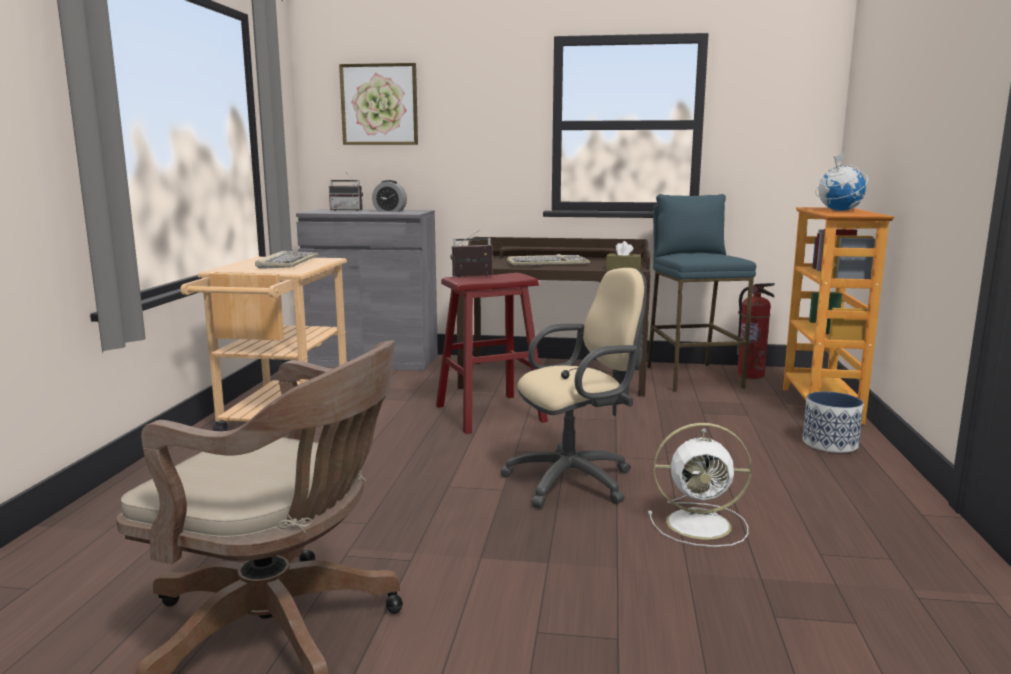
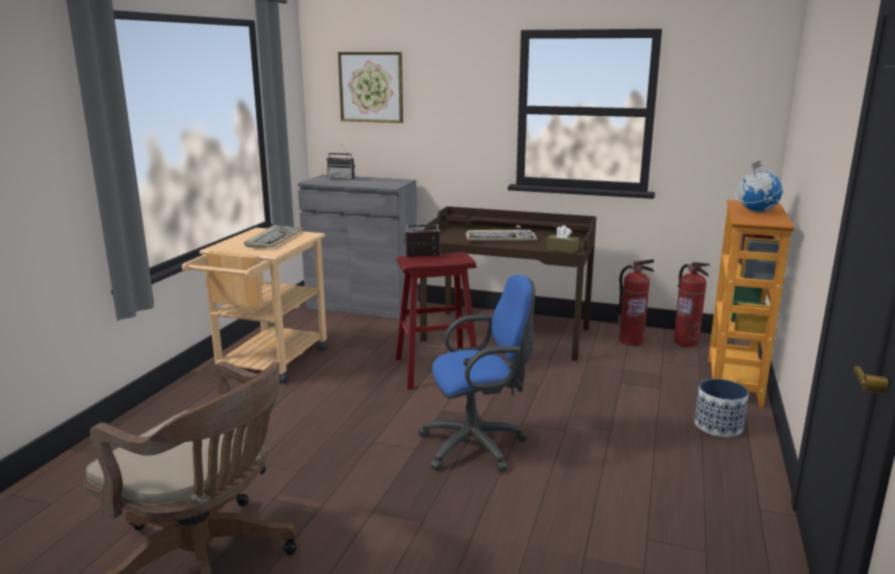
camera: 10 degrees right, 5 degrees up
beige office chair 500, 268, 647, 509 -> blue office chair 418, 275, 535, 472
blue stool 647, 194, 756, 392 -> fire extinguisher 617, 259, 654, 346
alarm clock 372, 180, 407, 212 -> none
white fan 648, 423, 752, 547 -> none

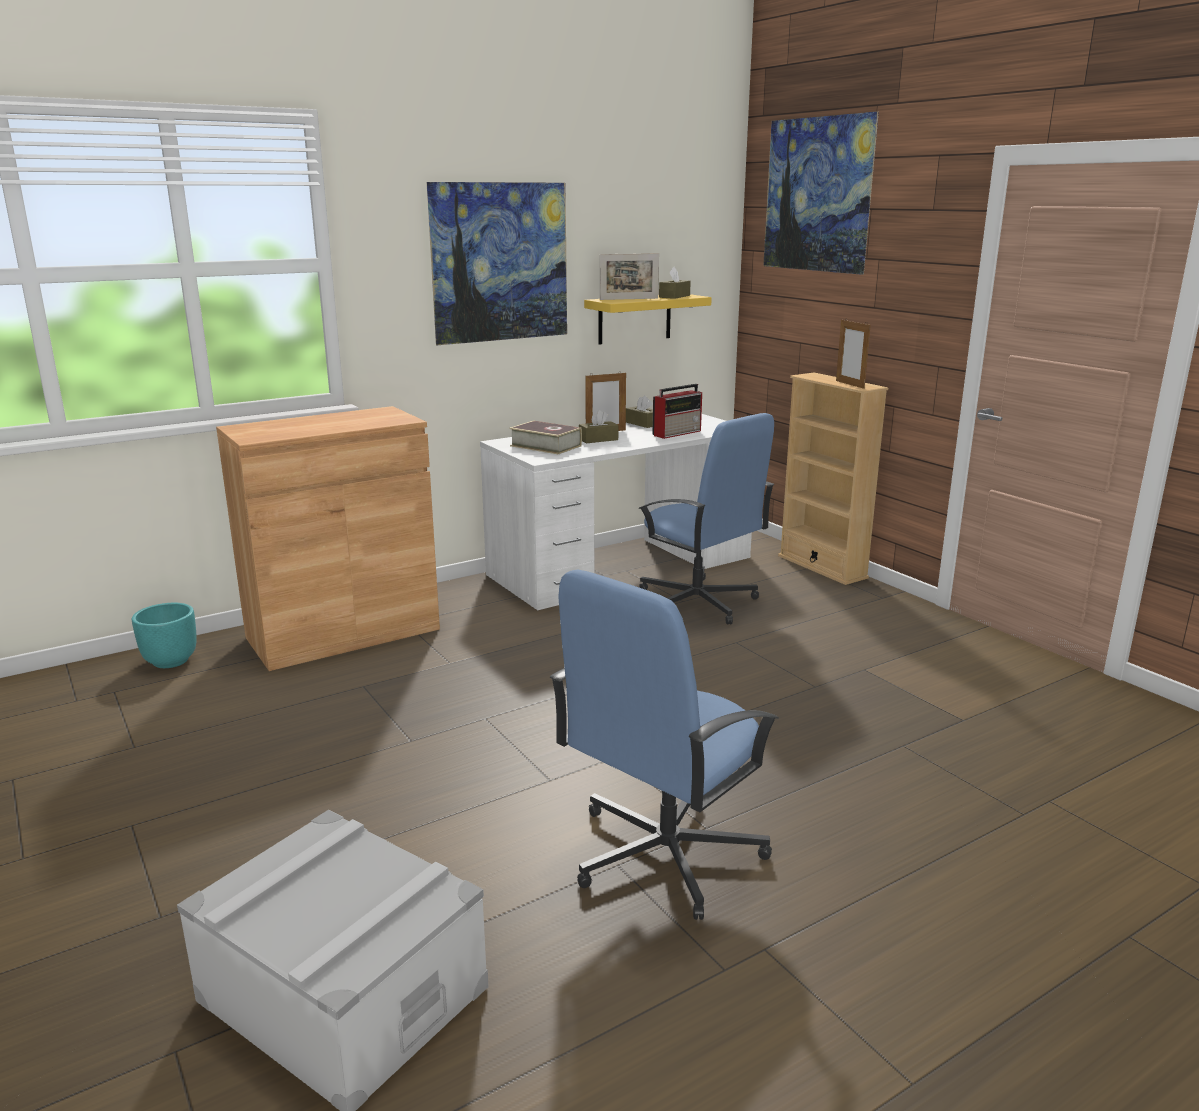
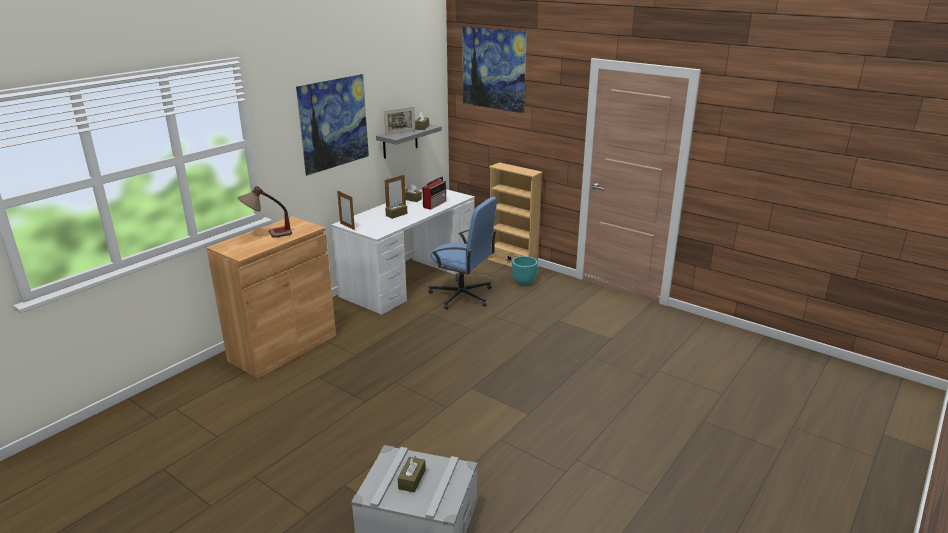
camera: 20 degrees left, 5 degrees up
none -> table lamp 238, 186, 292, 238
picture frame 836, 318, 871, 389 -> picture frame 337, 191, 355, 230, moved
yellow shelf 584, 294, 712, 345 -> grey shelf 376, 124, 442, 159
none -> brown tissue box 398, 456, 426, 492
turquoise planter 132, 603, 197, 668 -> turquoise planter 512, 256, 538, 286, moved
book 509, 420, 582, 455 -> none
blue office chair 550, 569, 779, 920 -> none

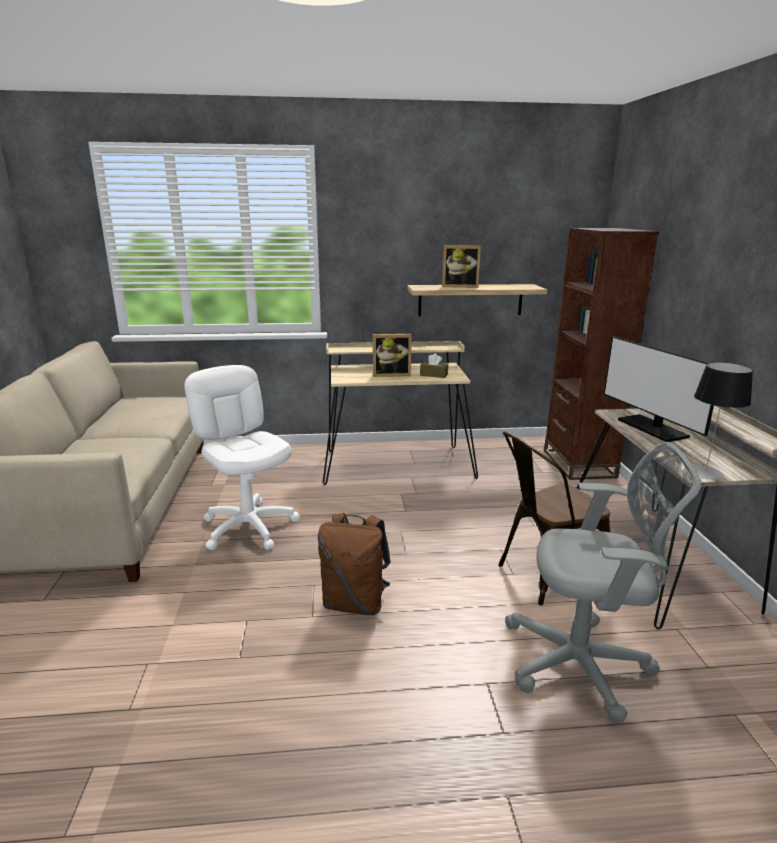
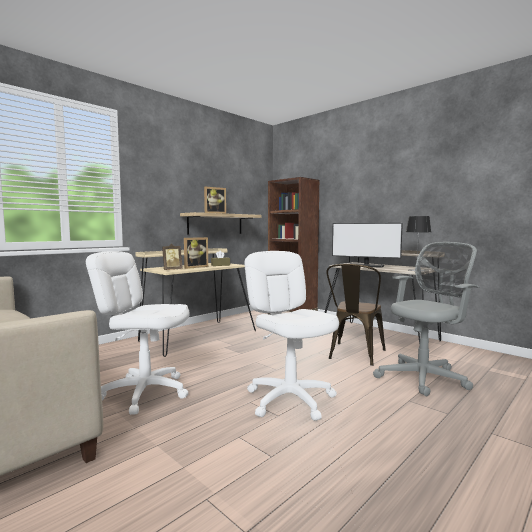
camera: 40 degrees left, 15 degrees down
none -> picture frame 162, 244, 183, 270
brown backpack 318, 513, 391, 615 -> white office chair 244, 251, 339, 421

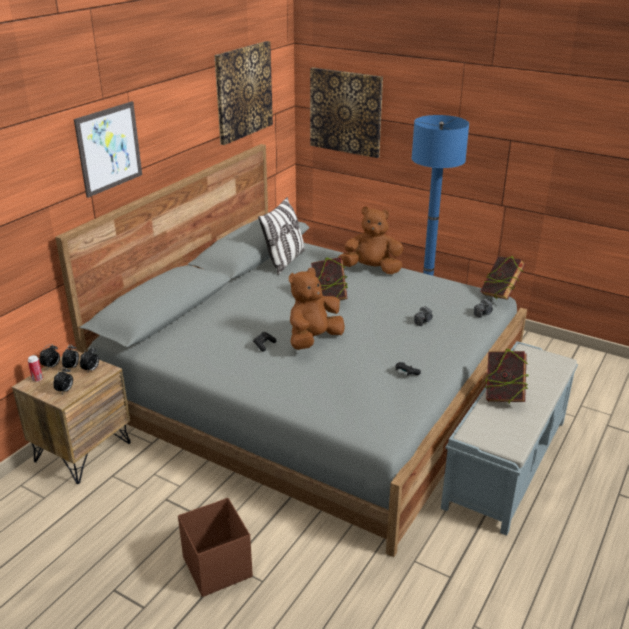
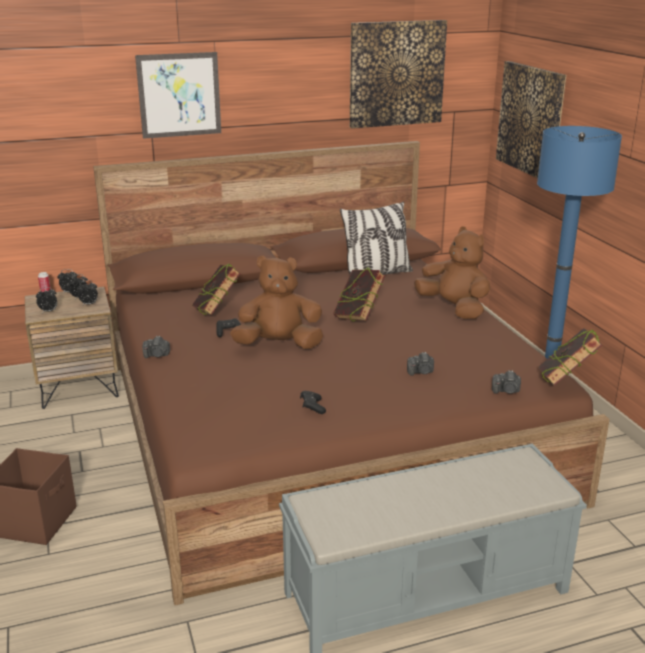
camera: 40 degrees right, 5 degrees down
grey bed 55, 144, 527, 557 -> brown bed 93, 141, 610, 605
none -> photo camera 142, 336, 170, 358
book 485, 348, 529, 403 -> book 192, 263, 240, 315, moved

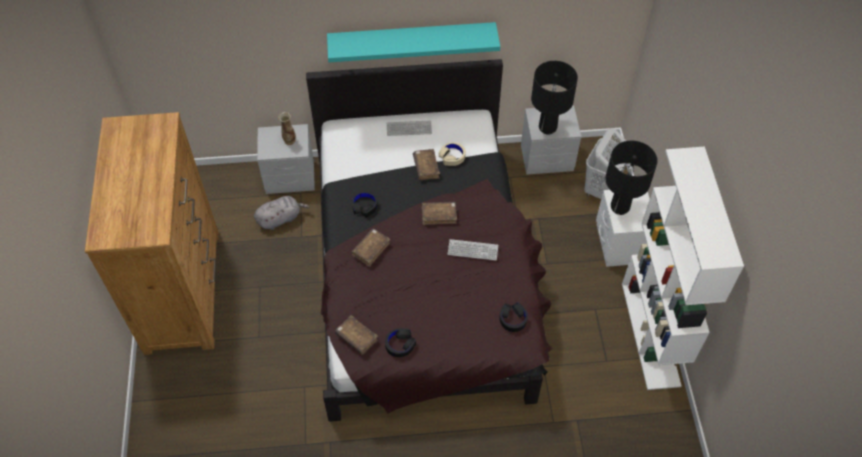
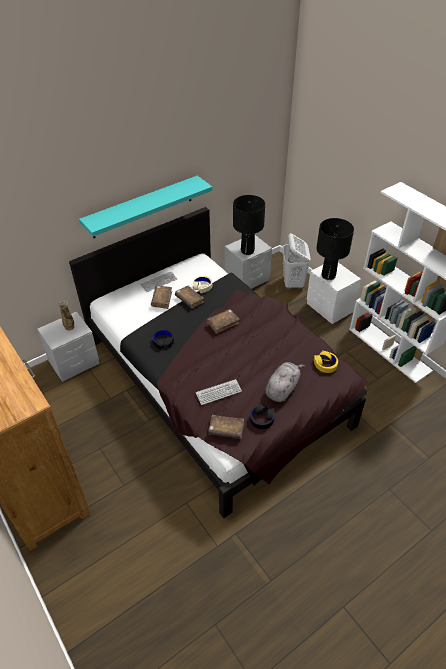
camera: 30 degrees left, 10 degrees down
brown book 351, 229, 390, 267 -> brown book 151, 286, 172, 309, moved
keyboard 448, 239, 498, 260 -> keyboard 196, 379, 242, 405, moved
grey plush toy 254, 196, 310, 230 -> grey plush toy 265, 362, 305, 402, moved
black headphones 499, 302, 528, 332 -> yellow headphones 314, 351, 338, 373

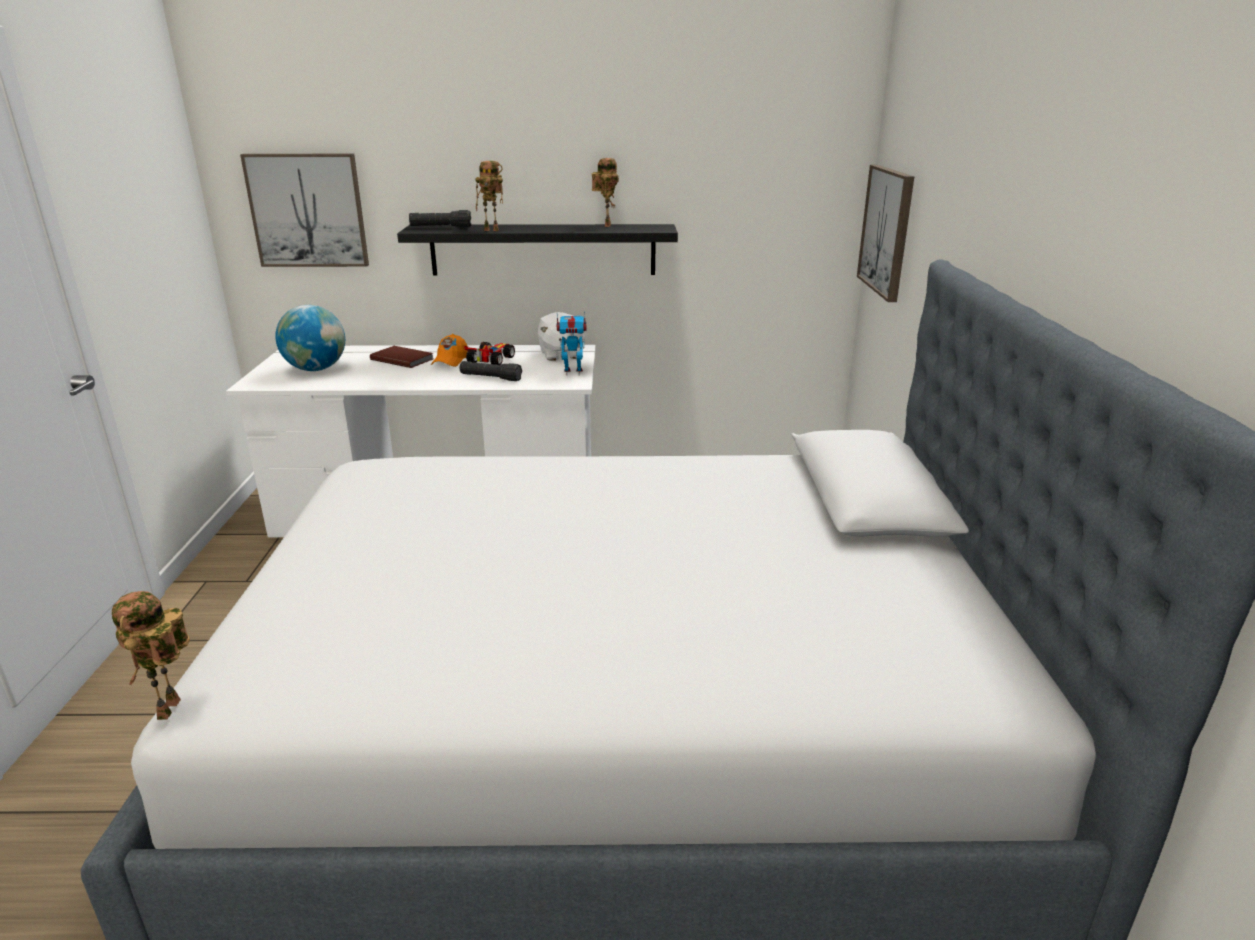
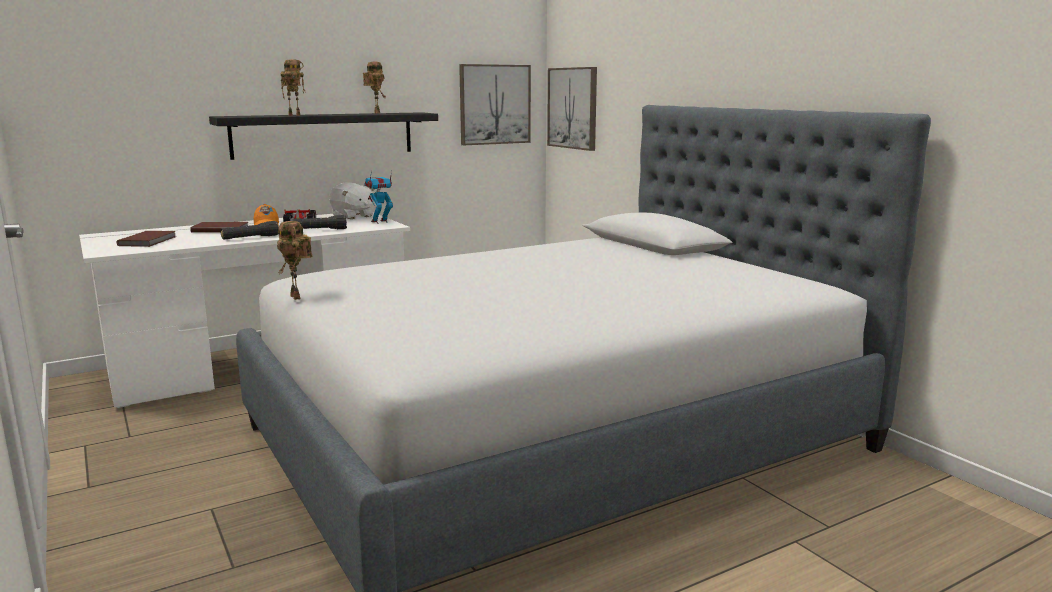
camera: 30 degrees left, 10 degrees down
globe 275, 305, 345, 371 -> brown book 117, 231, 176, 247
black flashlight 409, 210, 472, 227 -> black flashlight 220, 221, 279, 240, moved
toy robot 112, 591, 190, 720 -> toy robot 277, 221, 312, 300, moved
picture 240, 154, 369, 267 -> picture 459, 64, 531, 145, moved

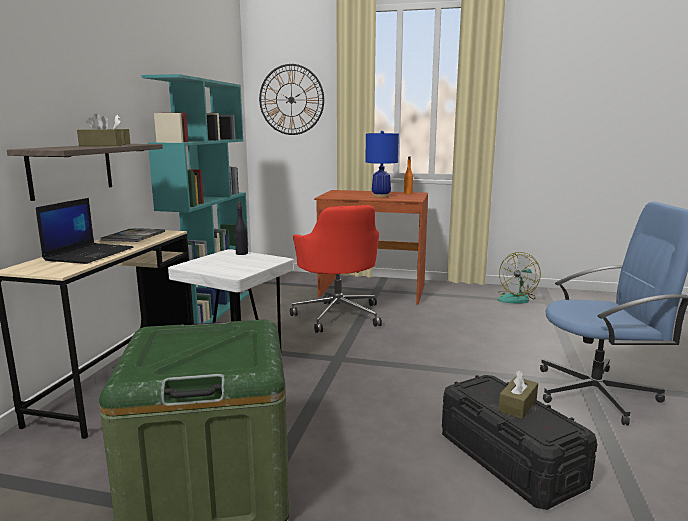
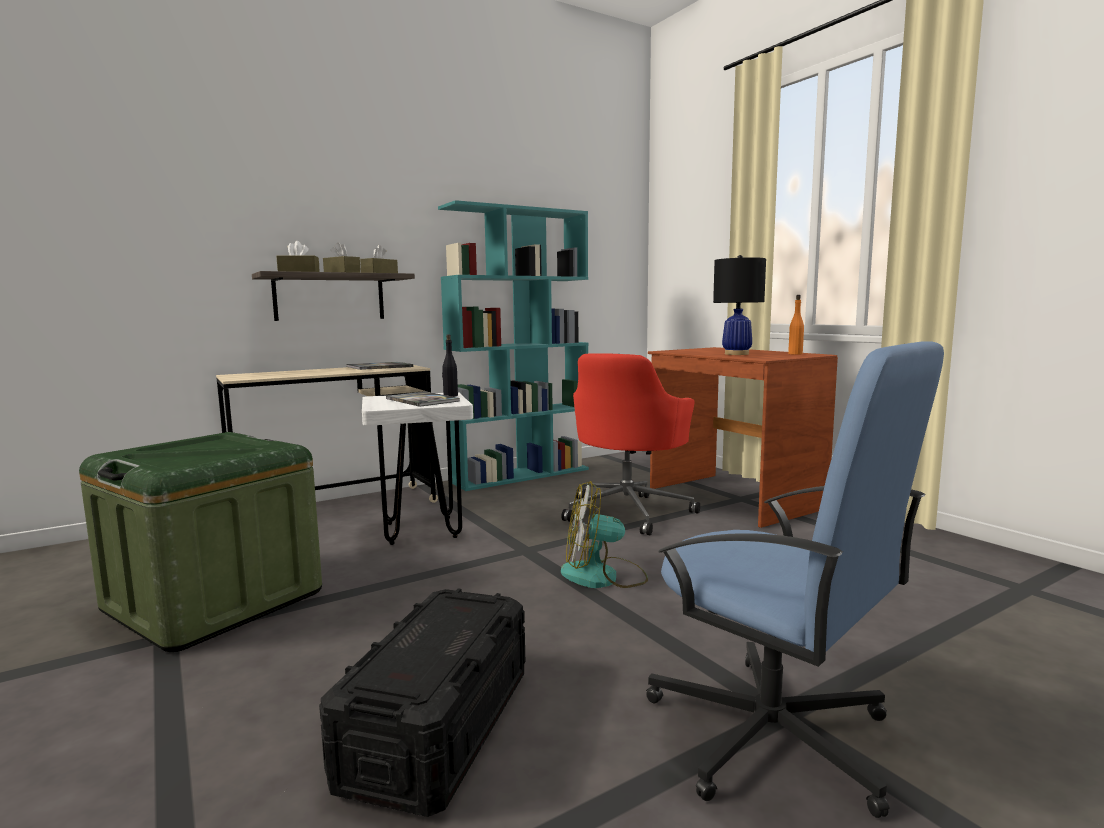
camera: 45 degrees right, 5 degrees down
brown tissue box 498, 370, 538, 419 -> brown tissue box 276, 241, 320, 272, moved
none -> book 386, 391, 460, 407
fan 497, 252, 541, 304 -> fan 561, 481, 648, 588, moved
blue table lamp 365, 131, 399, 198 -> black table lamp 713, 255, 766, 355
laptop 36, 198, 134, 264 -> none
wall clock 259, 64, 324, 135 -> none

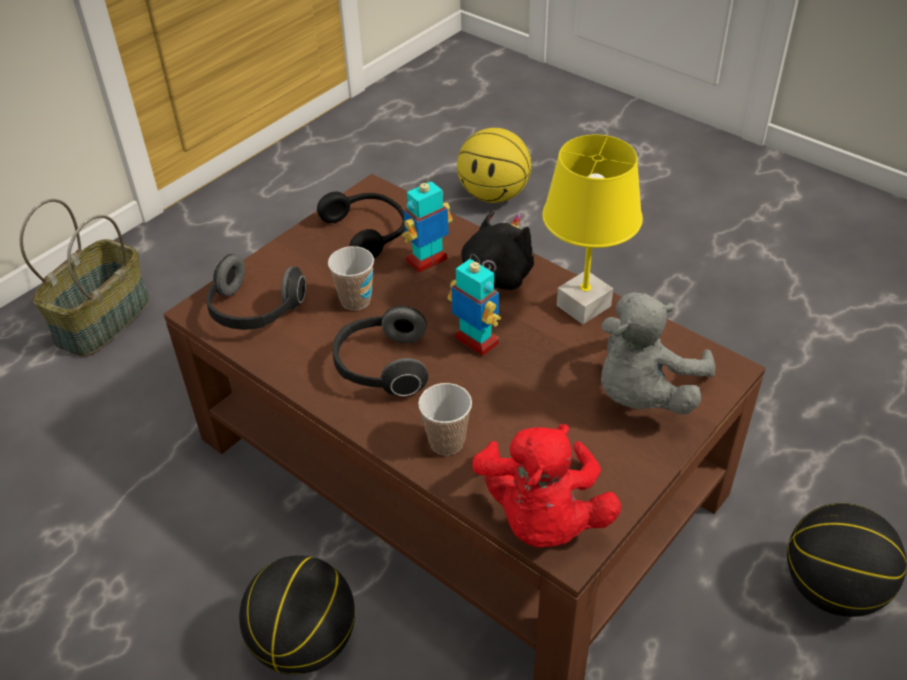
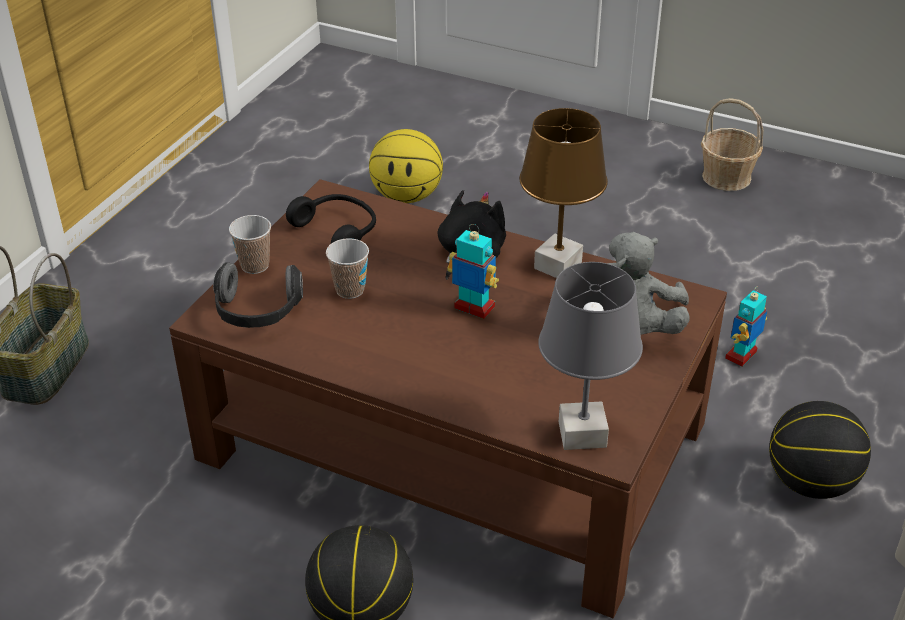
camera: 15 degrees left, 5 degrees down
cup 418, 383, 472, 455 -> cup 229, 215, 271, 274, moved
yellow table lamp 542, 135, 643, 324 -> brown table lamp 519, 108, 608, 278
red plush toy 472, 424, 621, 547 -> grey table lamp 538, 262, 643, 450
none -> basket 701, 98, 763, 191
toy robot 402, 175, 453, 273 -> toy robot 725, 287, 767, 366, moved
headphones 333, 306, 428, 396 -> none

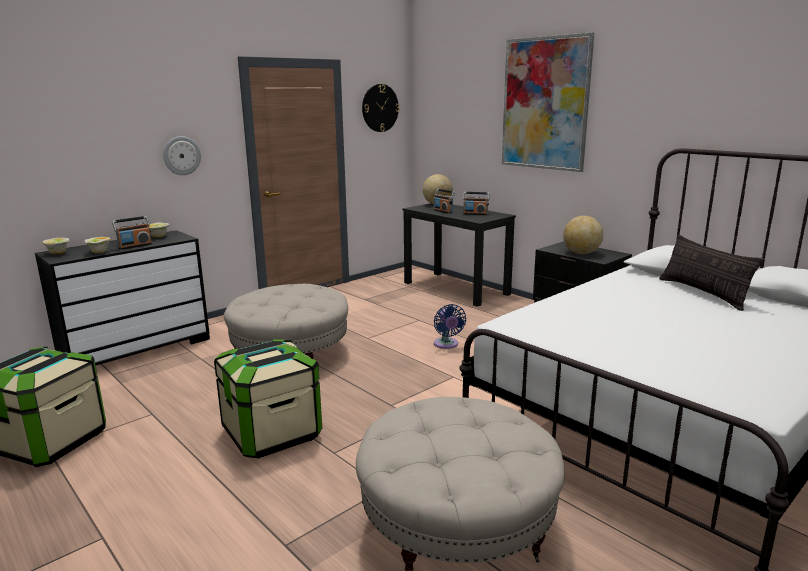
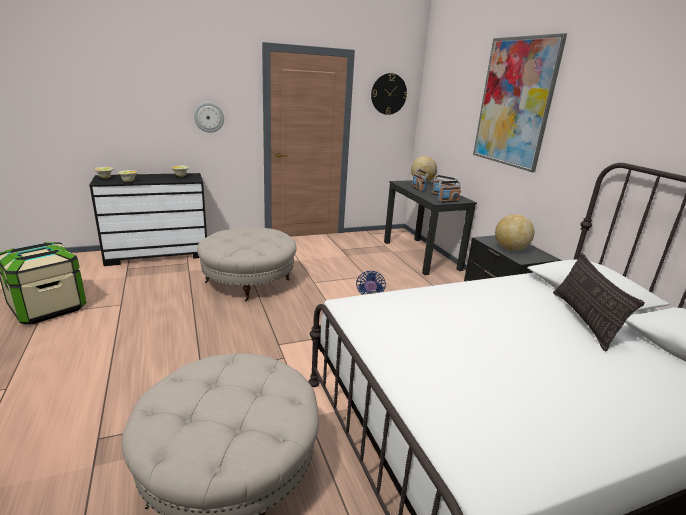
camera: 20 degrees right, 5 degrees up
radio 112, 216, 152, 250 -> radio 438, 181, 461, 203, moved
storage box 214, 339, 322, 458 -> none

